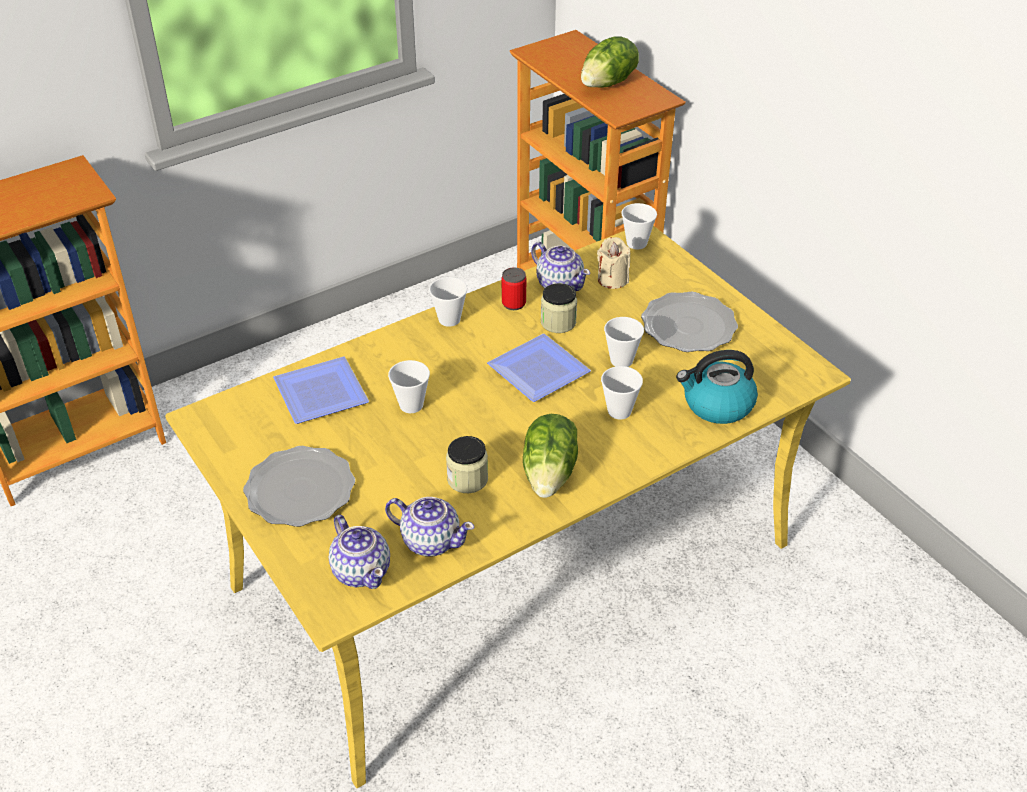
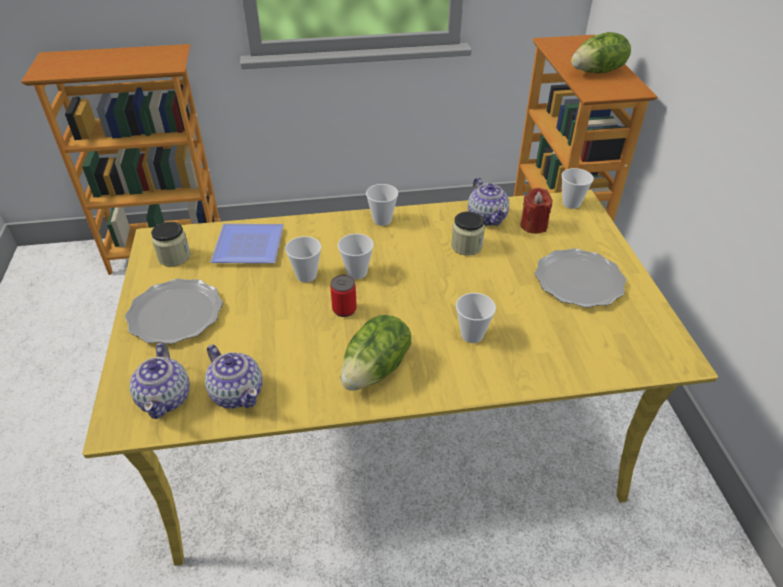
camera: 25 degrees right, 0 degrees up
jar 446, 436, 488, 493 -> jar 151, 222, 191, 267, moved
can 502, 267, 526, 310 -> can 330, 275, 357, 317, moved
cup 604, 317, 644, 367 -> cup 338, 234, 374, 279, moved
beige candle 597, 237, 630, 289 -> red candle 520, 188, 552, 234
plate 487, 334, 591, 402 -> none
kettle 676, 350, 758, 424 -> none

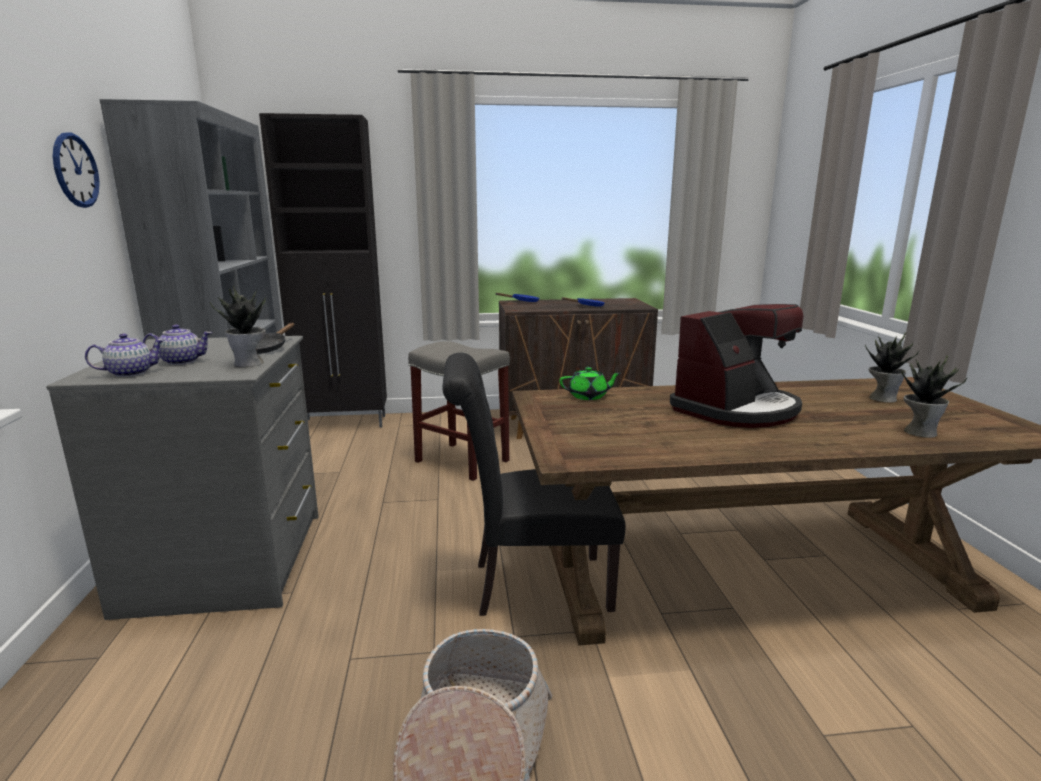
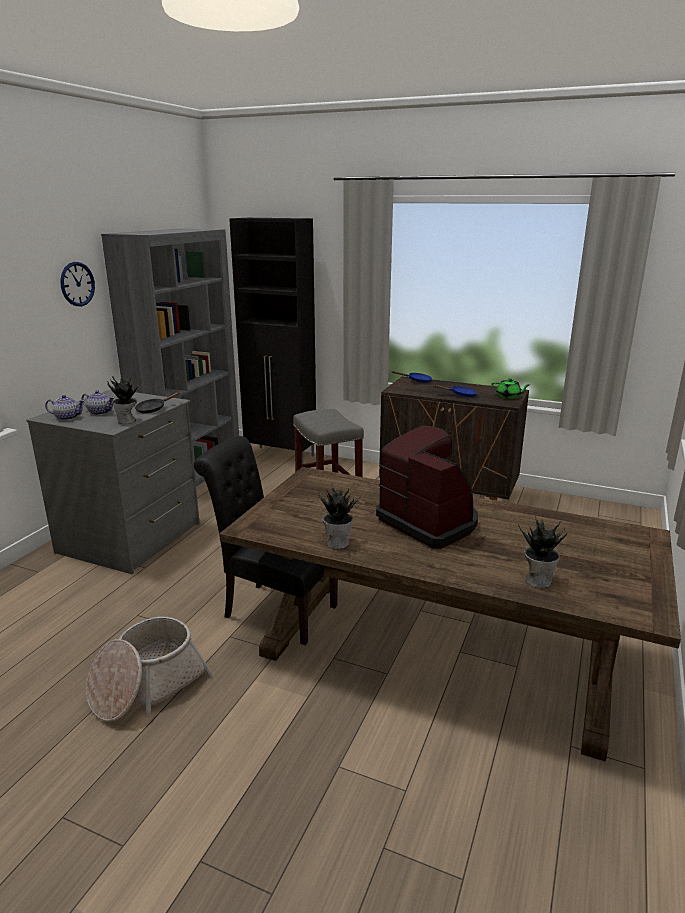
camera: 30 degrees right, 5 degrees up
potted plant 865, 332, 919, 403 -> potted plant 318, 485, 361, 549, moved
coffee machine 670, 304, 804, 428 -> coffee machine 376, 426, 478, 549, 120 degrees counterclockwise
green teapot 559, 367, 621, 400 -> green teapot 491, 378, 529, 399, moved

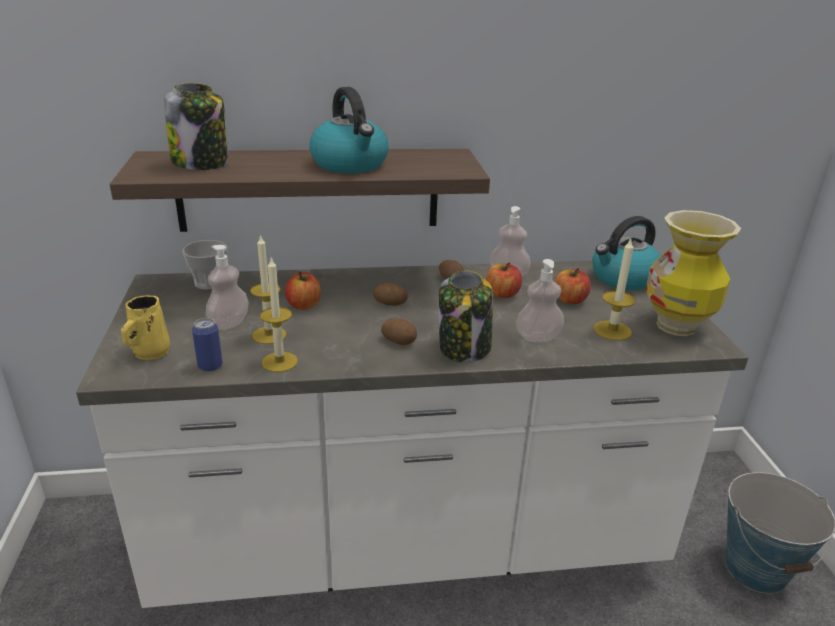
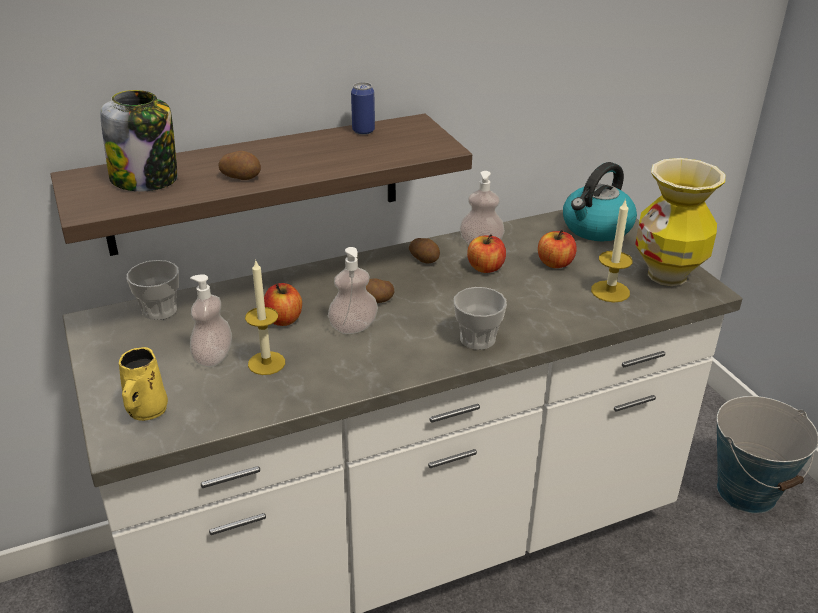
camera: 15 degrees left, 5 degrees up
potato 381, 318, 417, 345 -> potato 218, 151, 261, 180, moved
soap dispenser 516, 259, 564, 342 -> soap dispenser 328, 247, 378, 334, moved
can 192, 318, 223, 372 -> can 351, 82, 375, 135, moved
jar 439, 271, 493, 363 -> cup 454, 287, 507, 350
candle 260, 257, 298, 372 -> none
kettle 309, 87, 389, 173 -> none

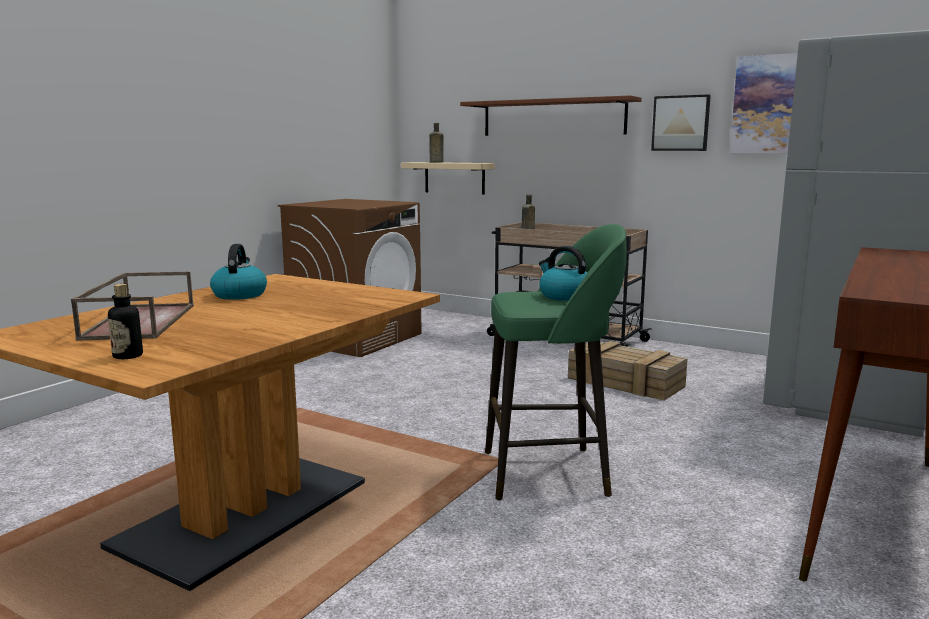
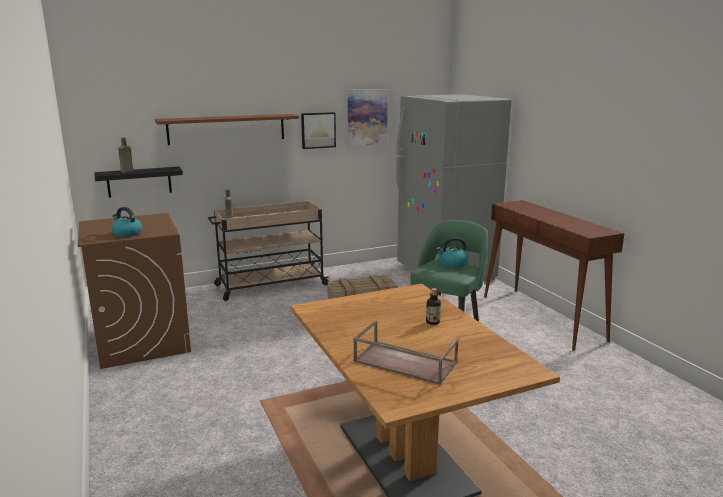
camera: 55 degrees left, 5 degrees up
beige shelf 401, 162, 495, 195 -> black shelf 94, 167, 183, 198
kettle 210, 244, 267, 300 -> kettle 111, 207, 142, 237, moved
bottle 108, 284, 143, 359 -> bottle 426, 288, 441, 325, moved

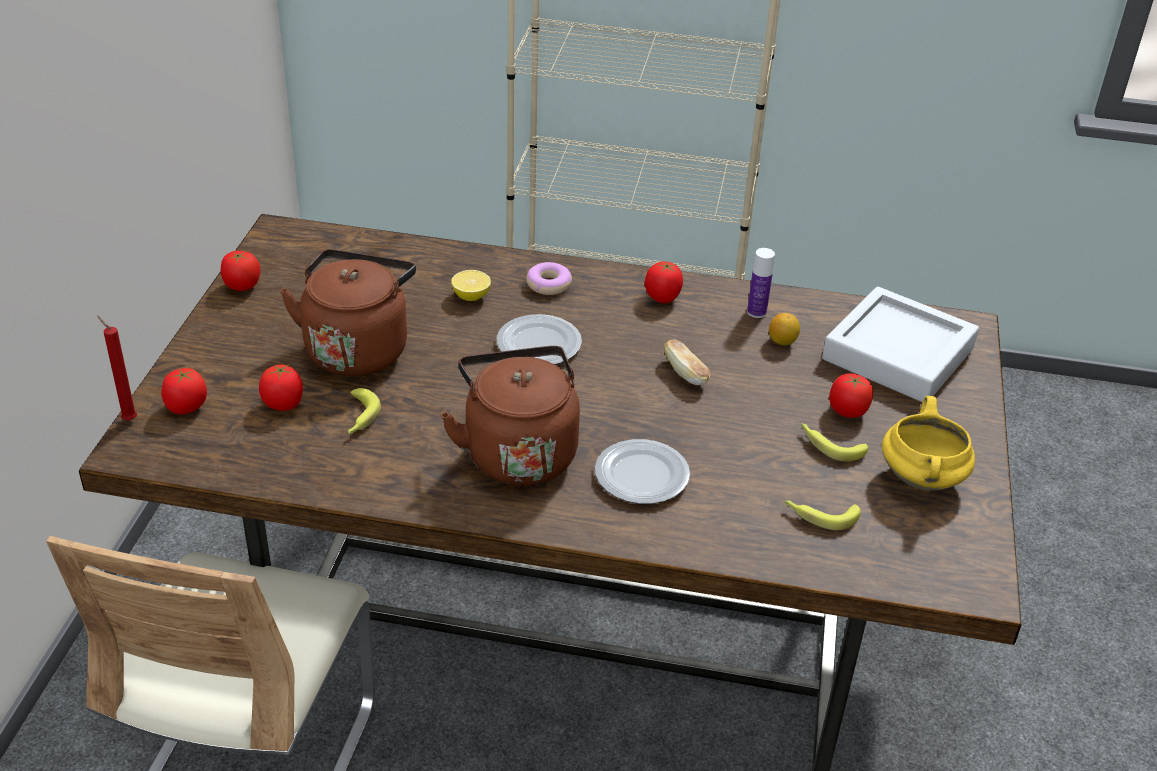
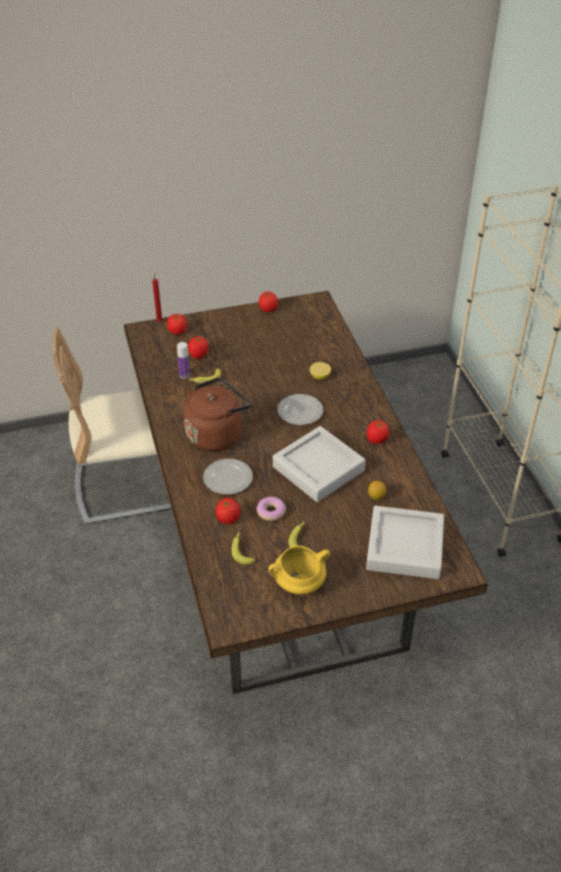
camera: 65 degrees right, 5 degrees up
bottle 747, 248, 775, 318 -> bottle 177, 342, 190, 379, moved
tomato 829, 373, 873, 418 -> tomato 216, 498, 240, 524, moved
donut 526, 262, 572, 295 -> donut 257, 497, 286, 521, moved
bread 664, 339, 710, 385 -> grey tray 273, 426, 366, 502
brown kettle 280, 249, 416, 376 -> none

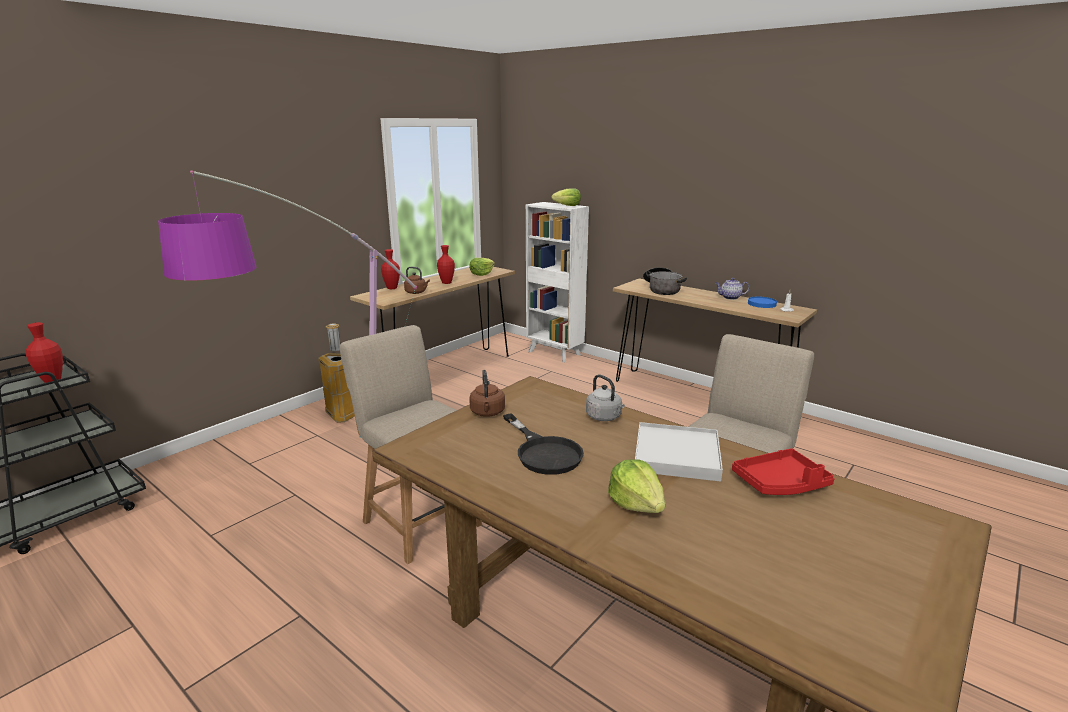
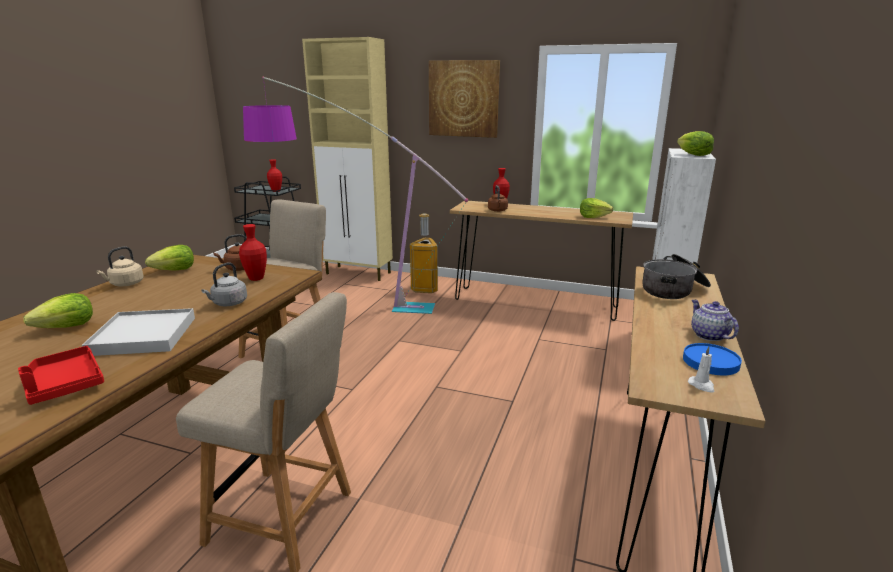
camera: 70 degrees right, 0 degrees up
none -> beige kettle 96, 246, 144, 286
none -> lettuce 145, 245, 194, 271
red vase 437, 245, 455, 284 -> red vase 239, 224, 267, 281, moved
none -> beige cabinet 302, 37, 393, 281
none -> picture 429, 60, 500, 138
black frying pan 503, 413, 584, 475 -> none

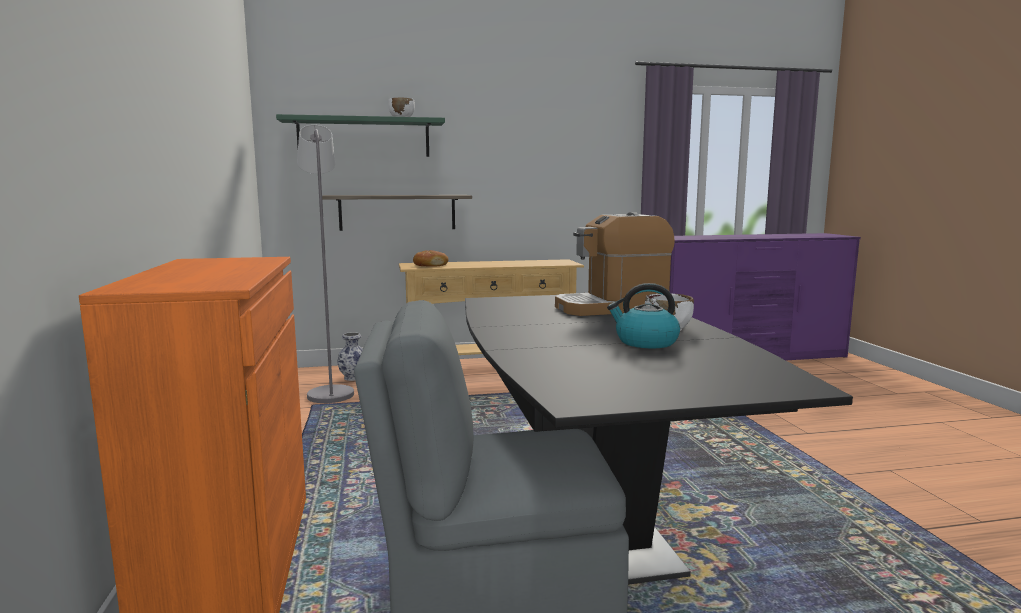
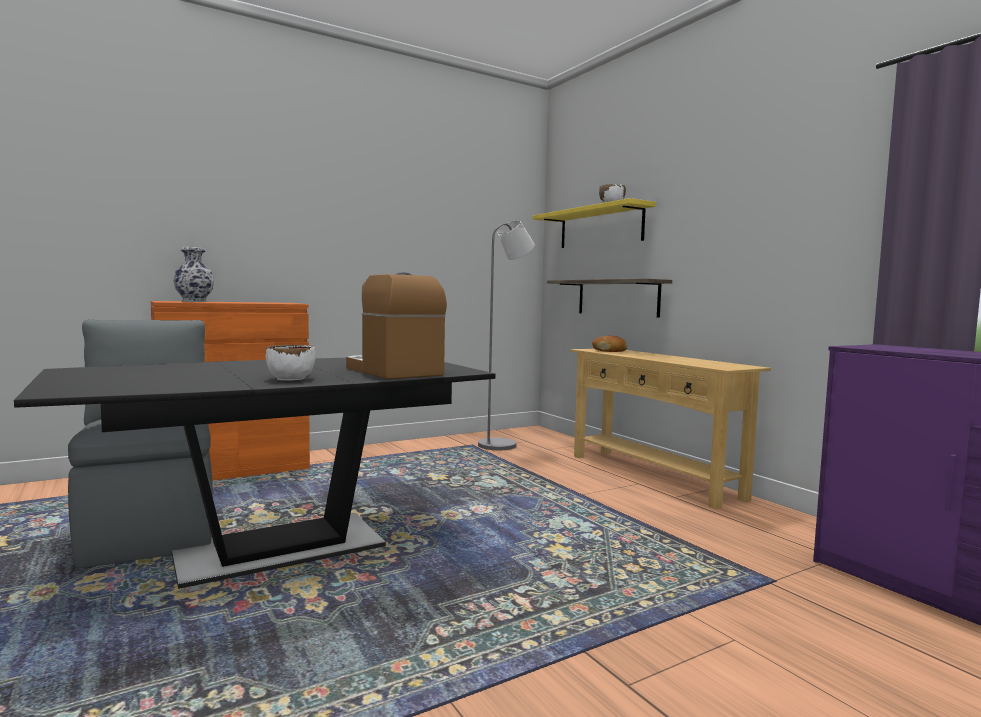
camera: 70 degrees right, 5 degrees down
vase 338, 332, 363, 381 -> vase 173, 247, 214, 302, moved
green shelf 276, 114, 445, 157 -> yellow shelf 532, 198, 656, 248
kettle 607, 283, 680, 348 -> none

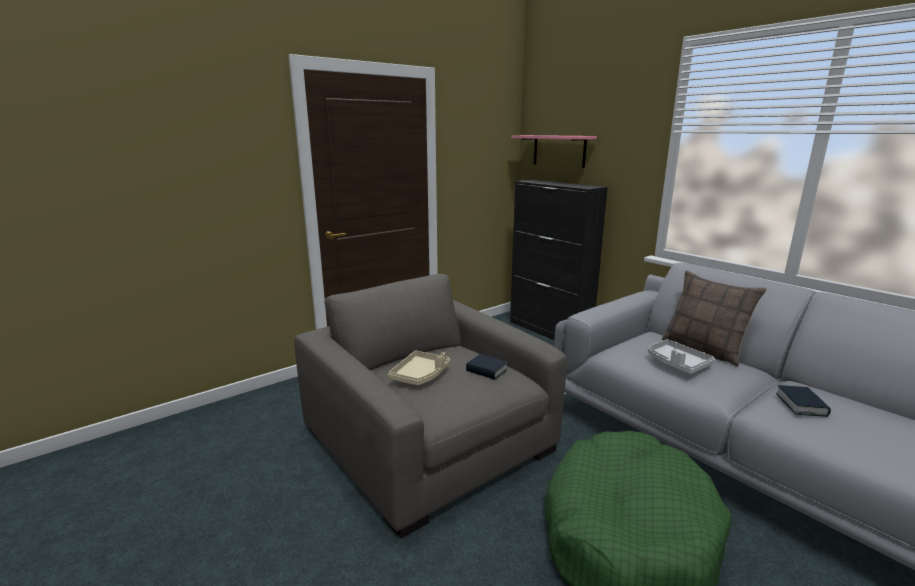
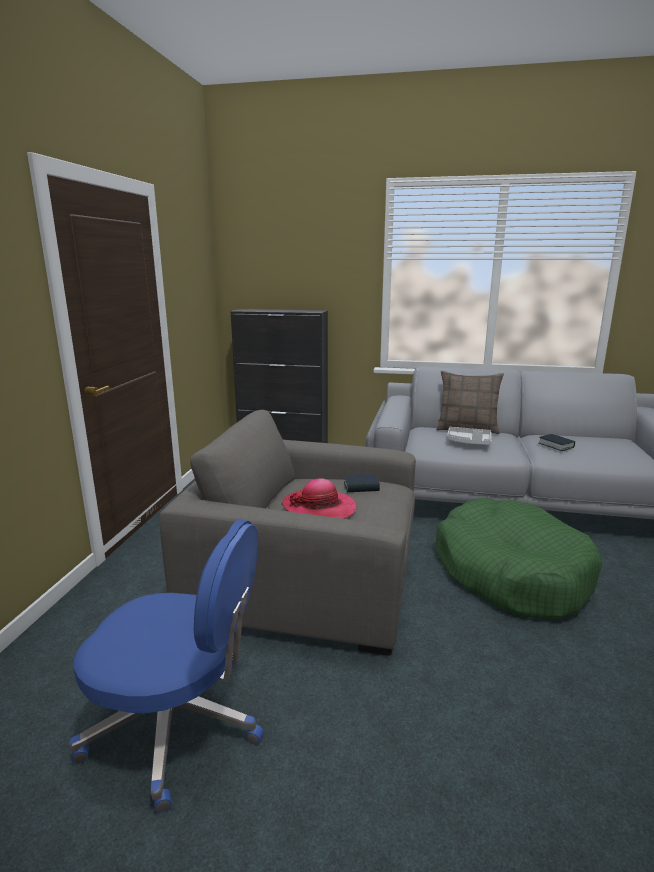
camera: 40 degrees left, 0 degrees up
none -> blue office chair 69, 519, 264, 813
beige tray 388, 351, 450, 385 -> hat 281, 478, 356, 519
pink shelf 511, 135, 597, 168 -> none

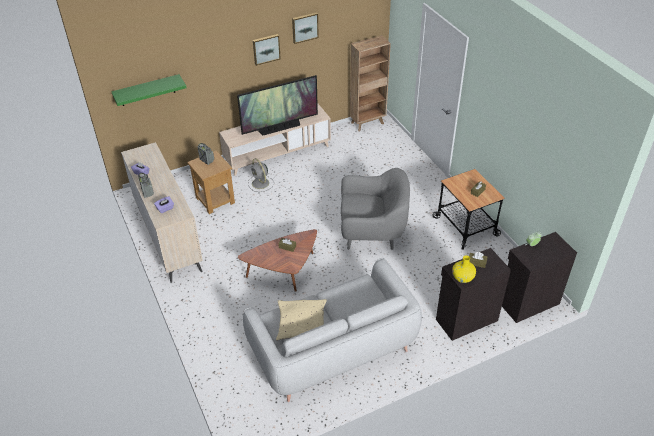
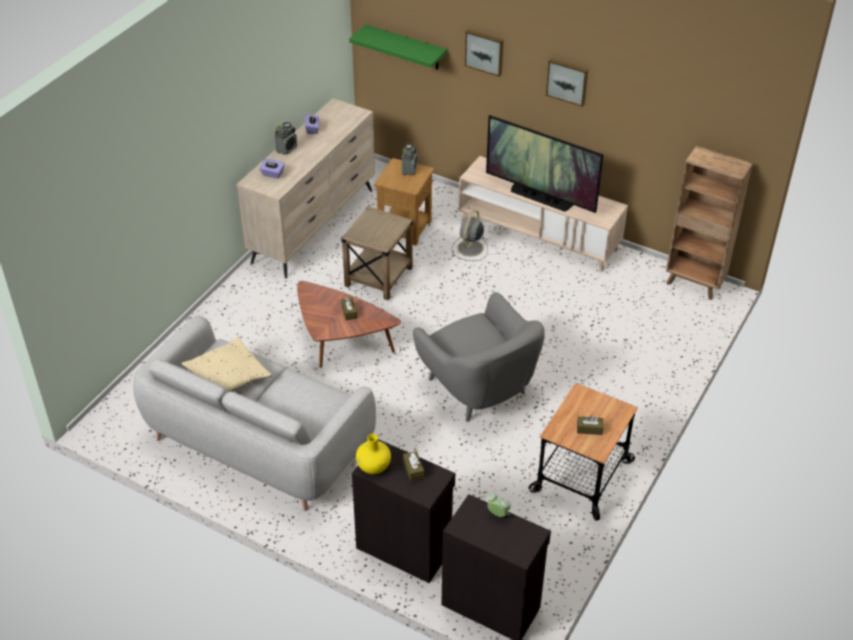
camera: 55 degrees right, 0 degrees up
none -> beige side table 341, 206, 413, 300
picture 292, 12, 319, 44 -> picture 465, 30, 504, 77, moved

